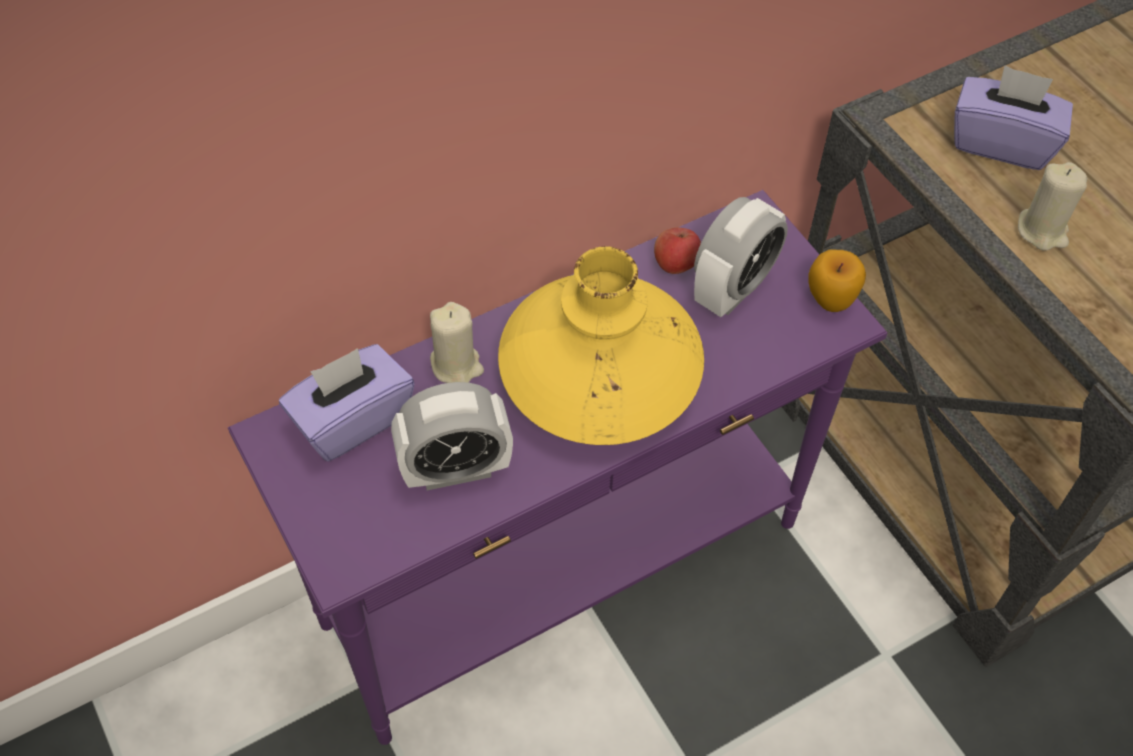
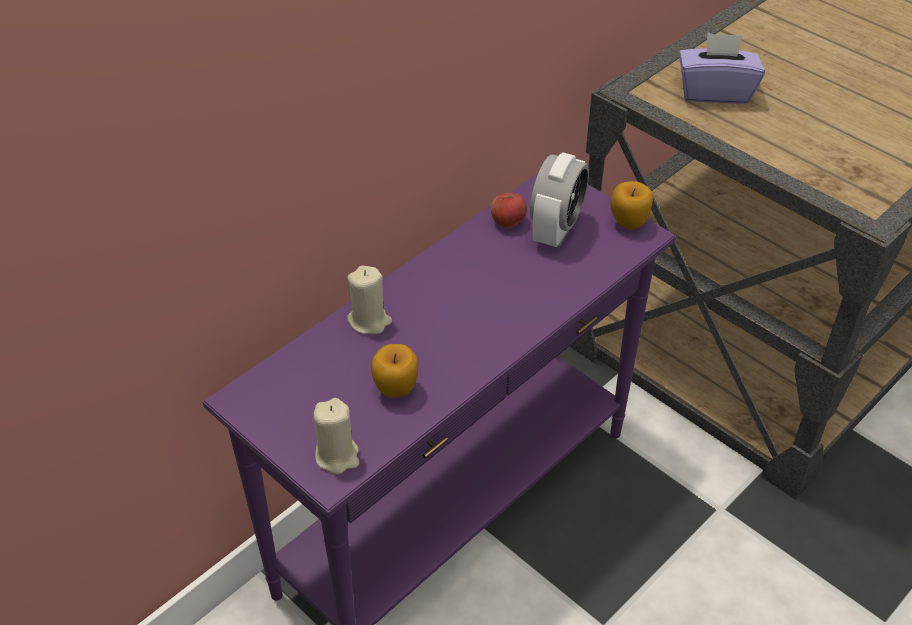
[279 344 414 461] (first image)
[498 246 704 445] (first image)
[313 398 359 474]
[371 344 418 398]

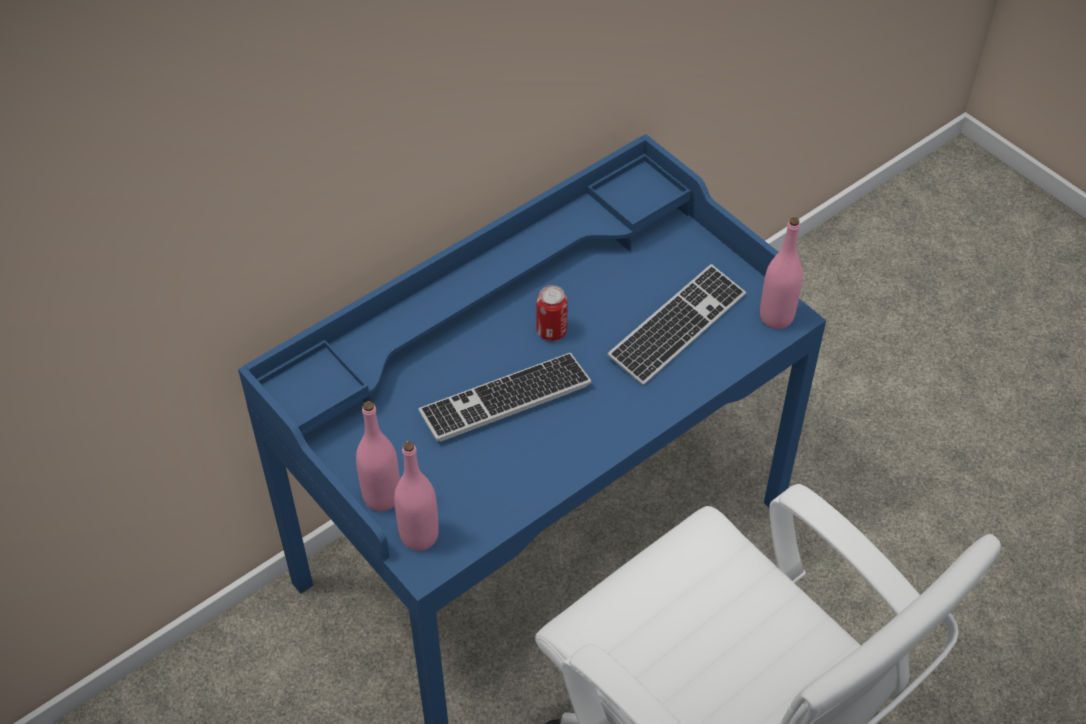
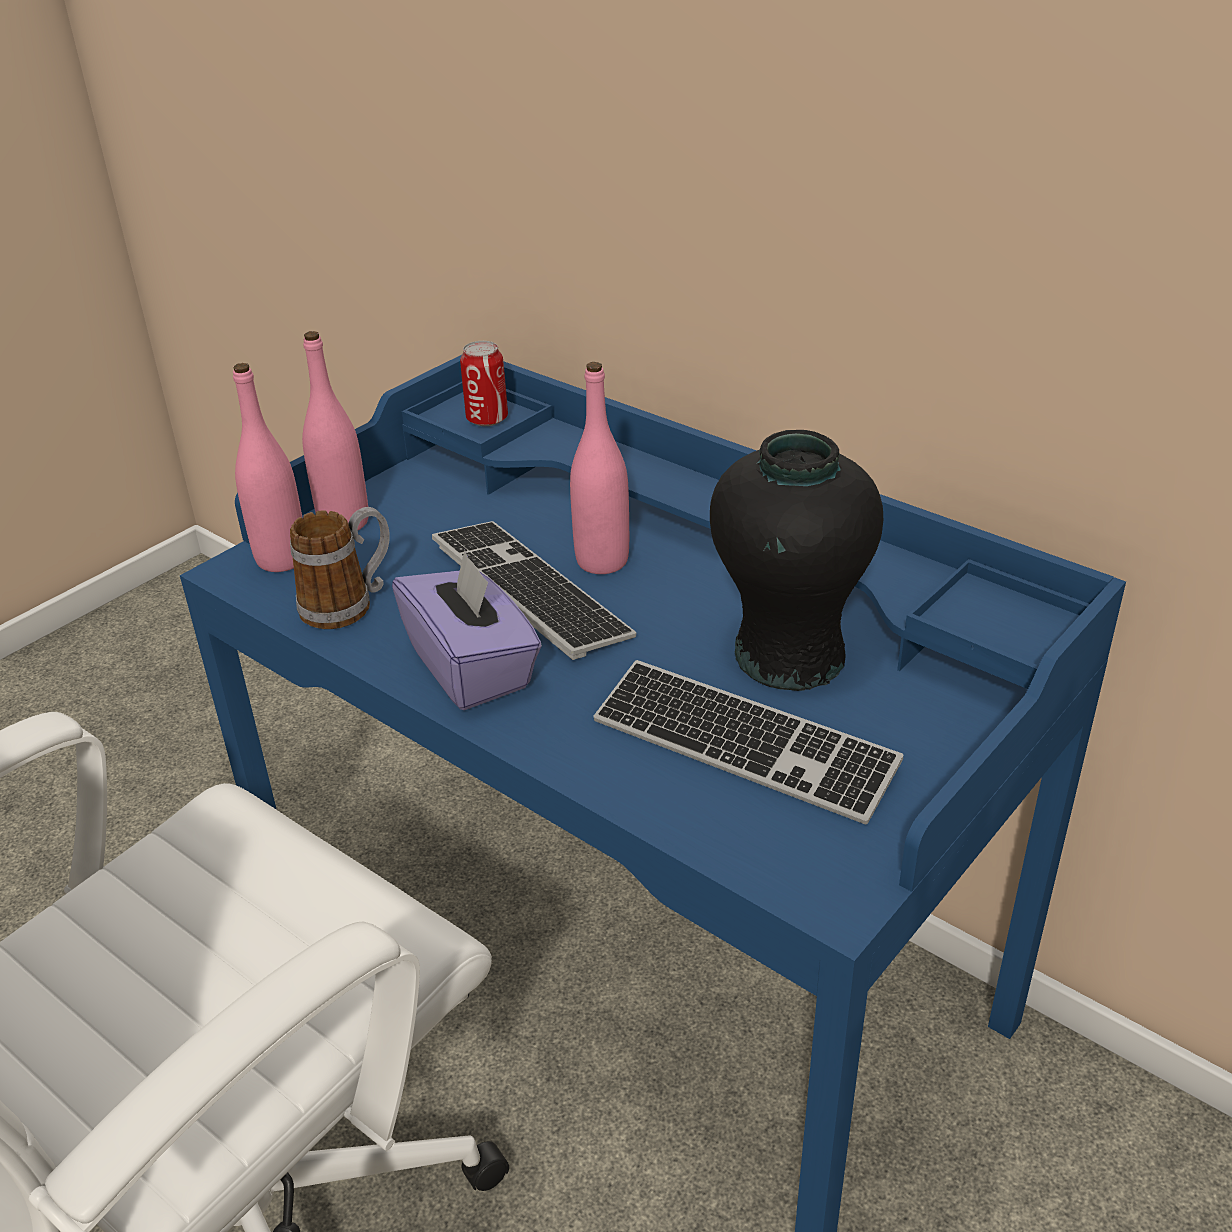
[290 507 390 629]
[392 550 542 710]
[710 430 883 691]
[460 341 508 426]
[570 362 629 574]

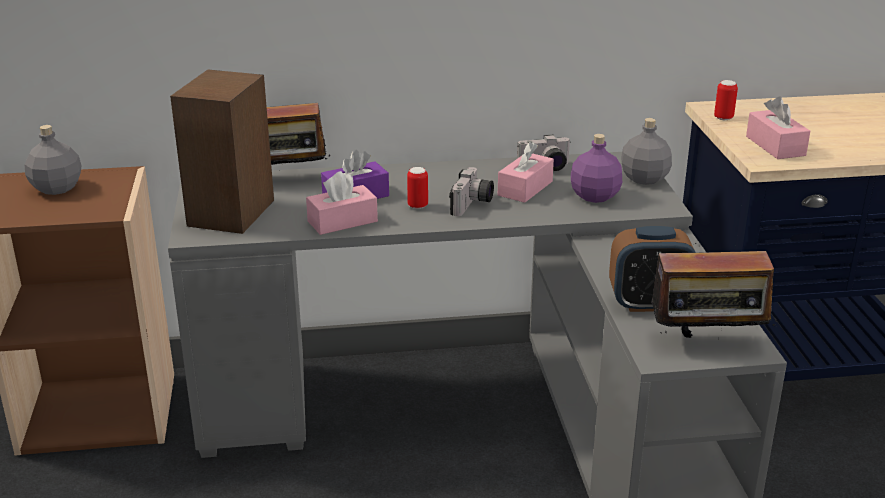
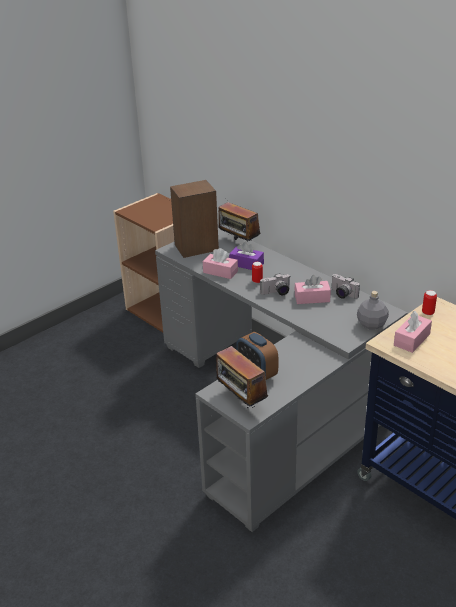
[25 125 81 195] (first image)
[571 134 622 203] (first image)

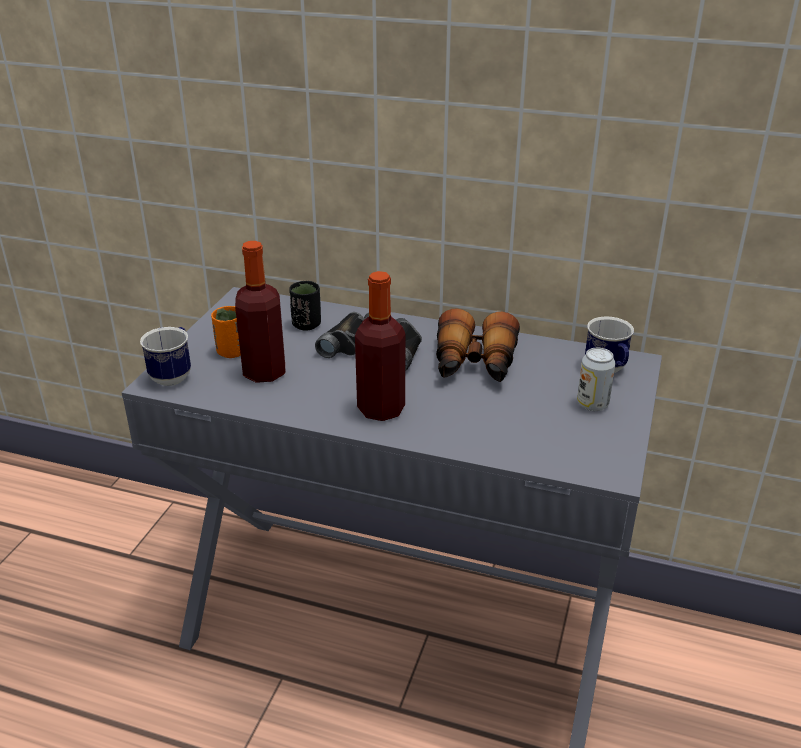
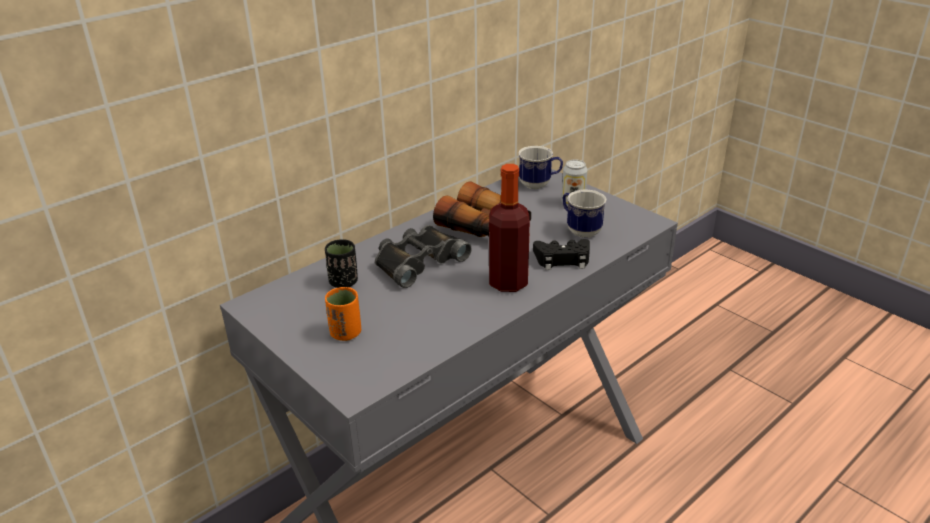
[235 241 286 383] (first image)
[533 239 590 270]
[563 189 606 238]

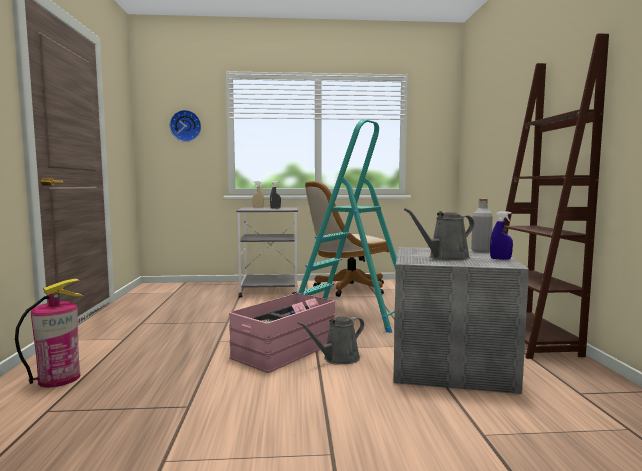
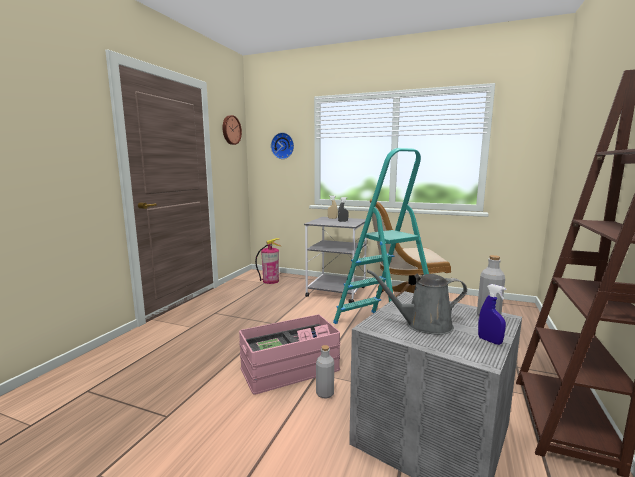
[223 115 242 145]
[255 238 281 284]
[316 345 334 398]

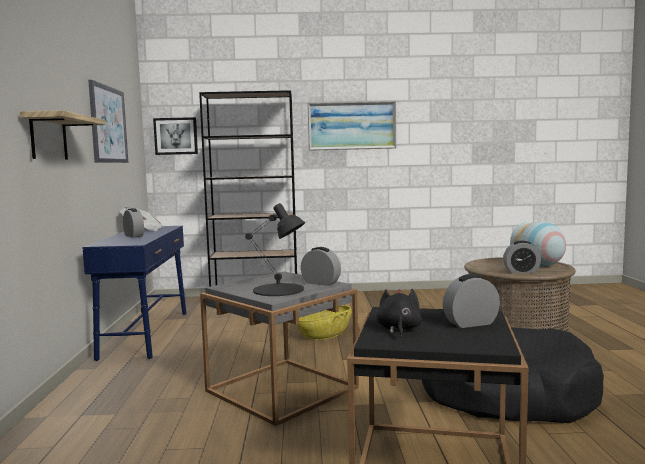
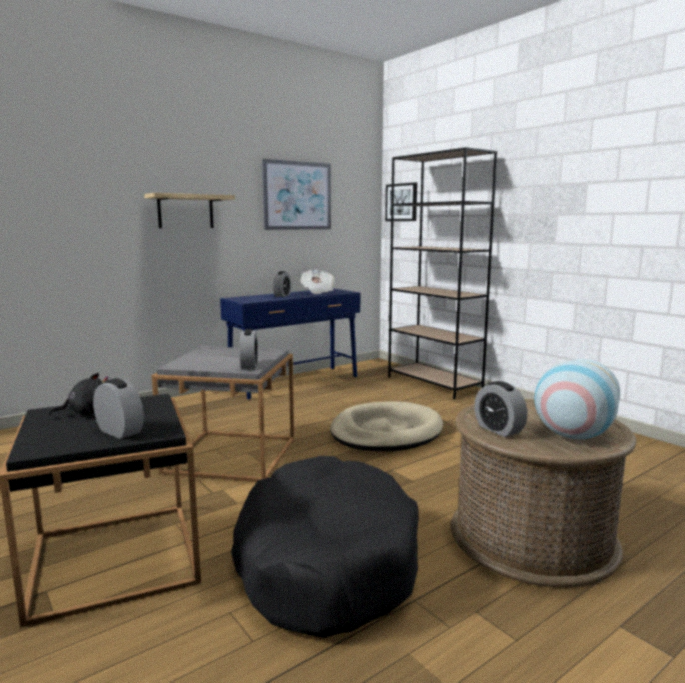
[245 203 305 296] (first image)
[308 101 396 151] (first image)
[330 401 443 451]

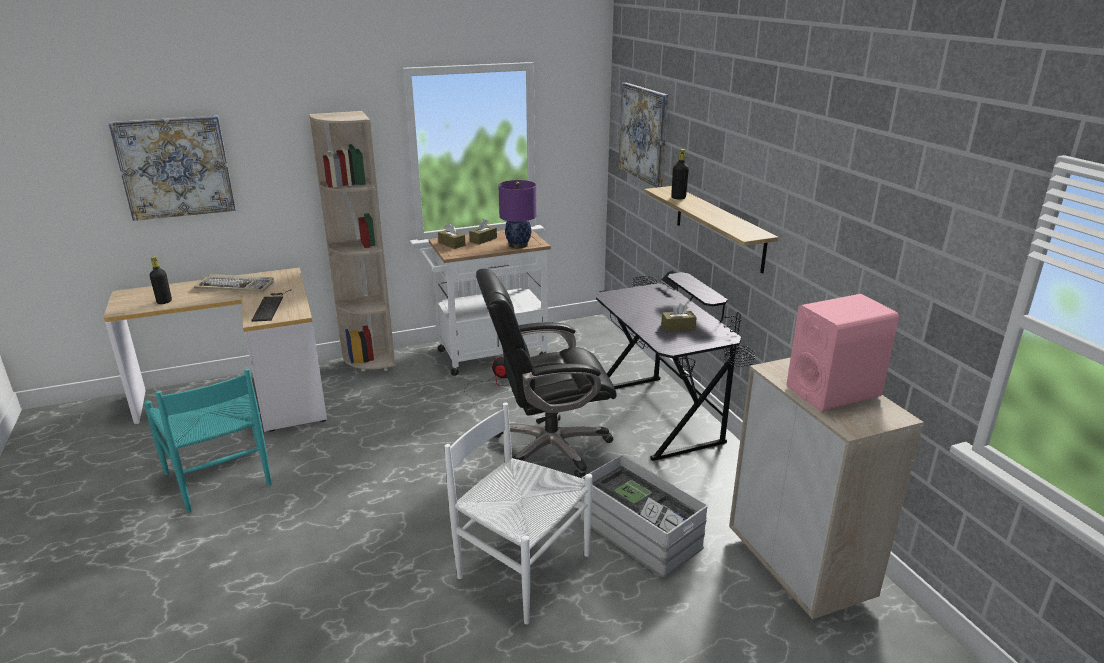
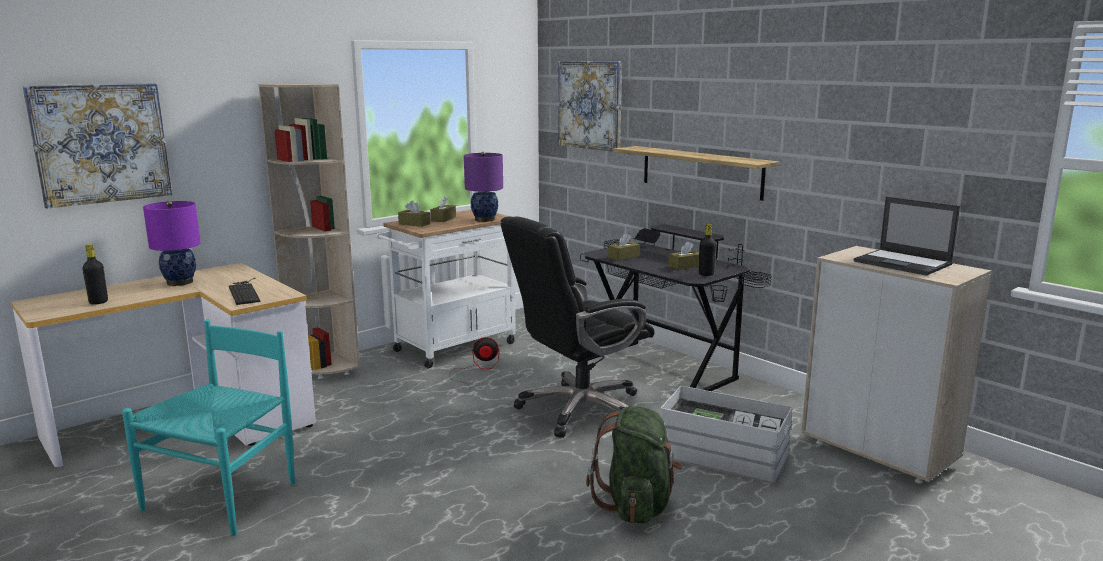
[608 233 640 261]
[699 224 716 276]
[143 201 201 286]
[586 406 683 524]
[854 197 960 276]
[122 320 295 536]

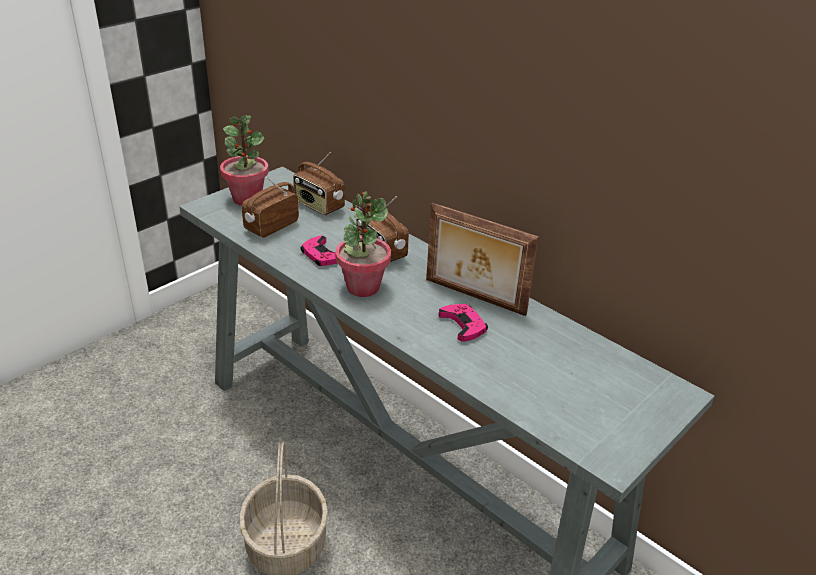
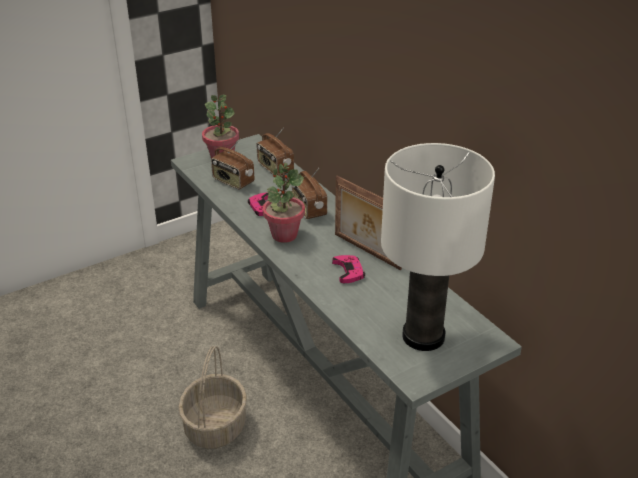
[381 143 495 351]
[211 138 254 189]

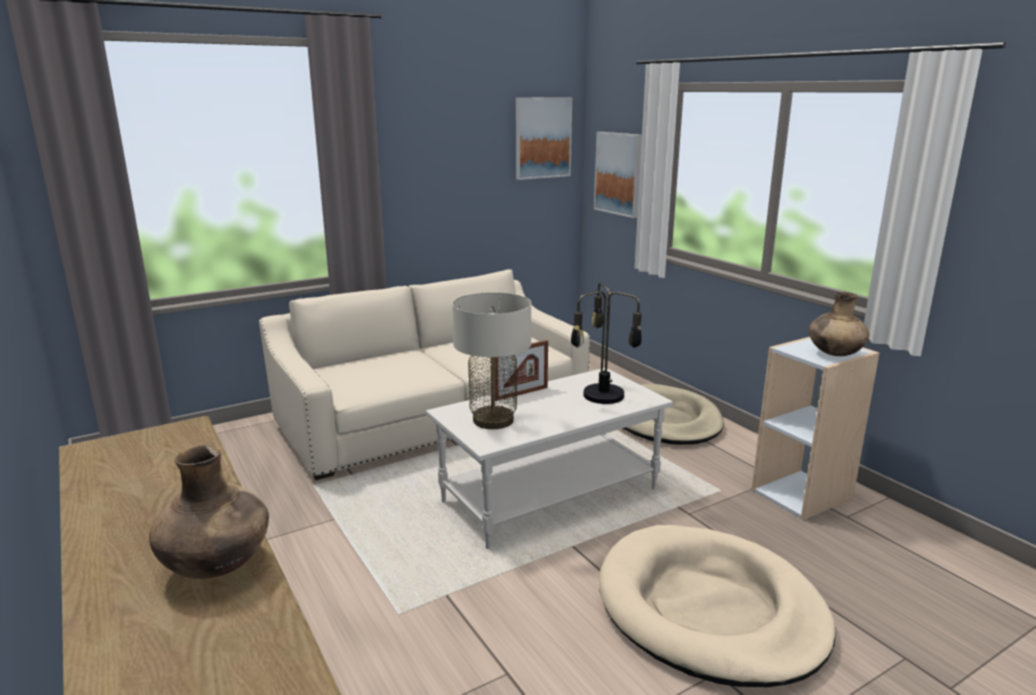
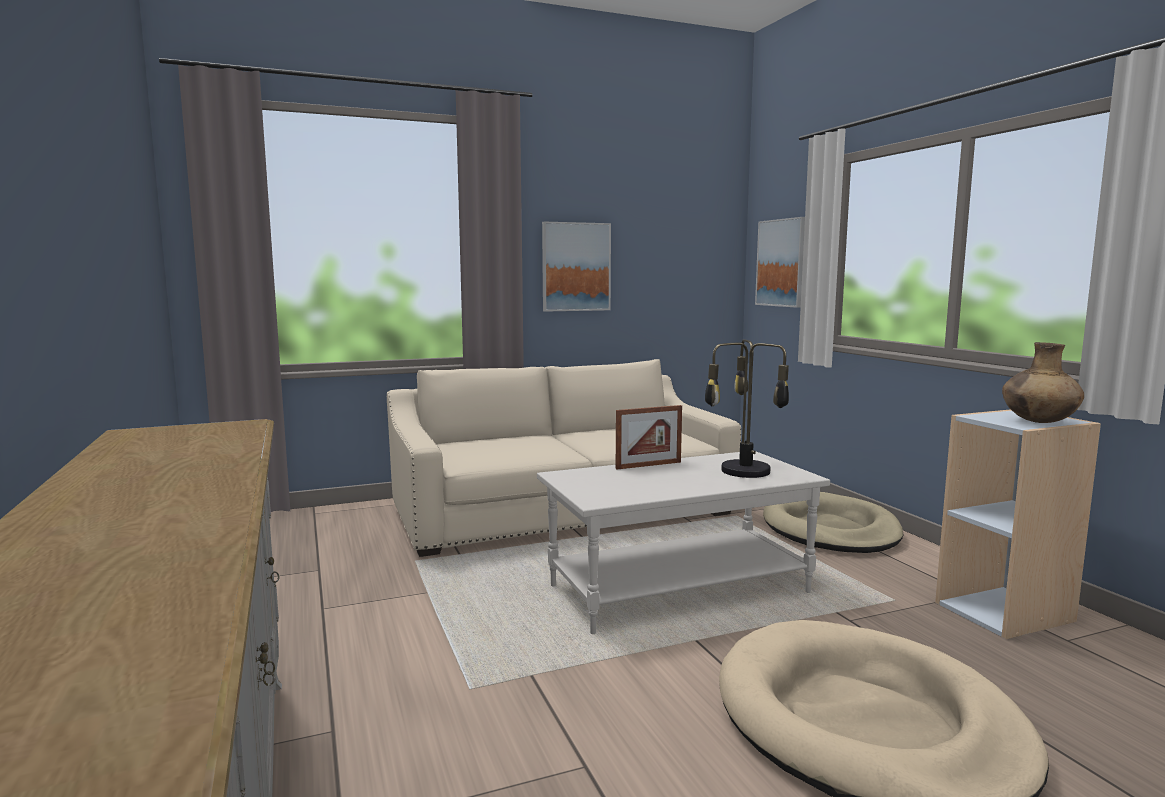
[149 445 269 579] (first image)
[452 292 531 429] (first image)
[542 222 611 312]

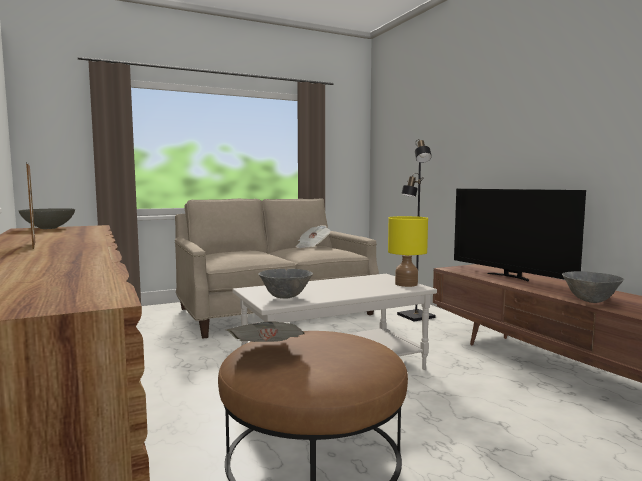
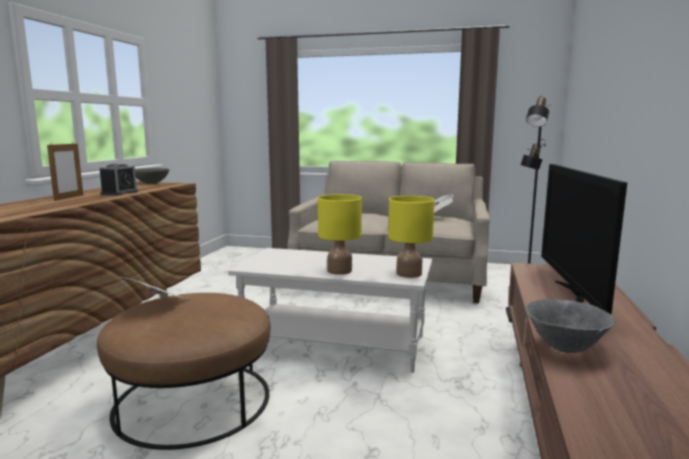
[258 269 313 299] (first image)
[99 164 138 196]
[318 194 362 275]

